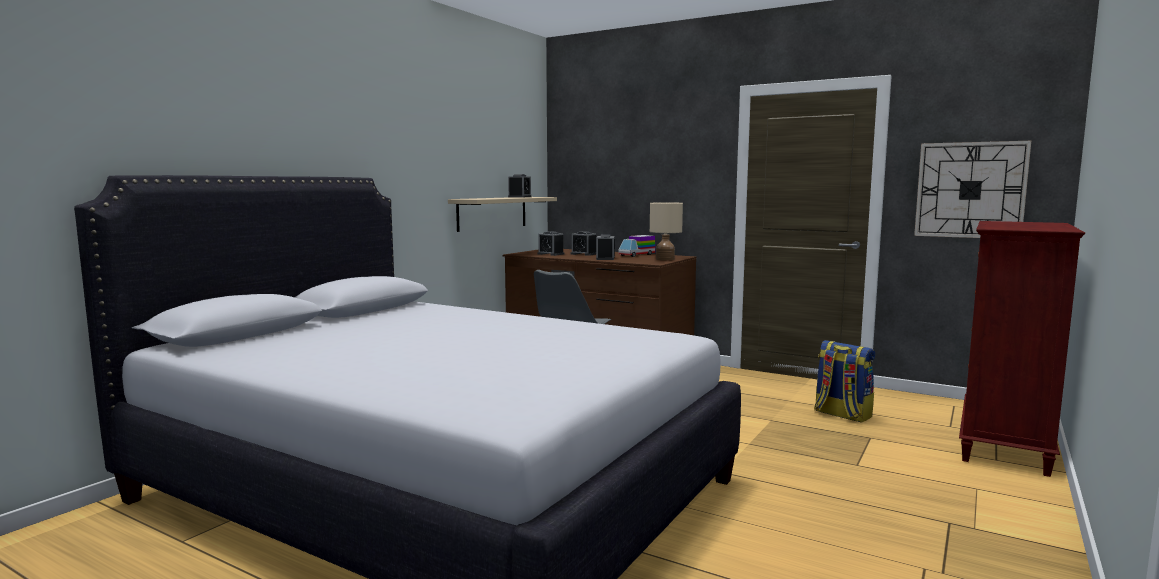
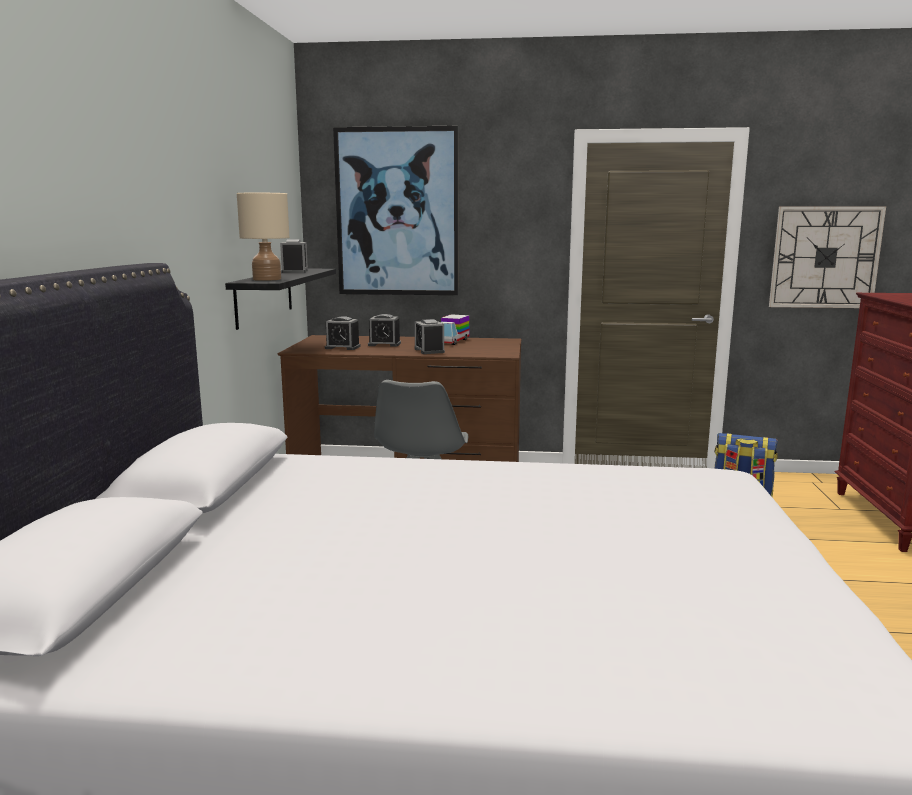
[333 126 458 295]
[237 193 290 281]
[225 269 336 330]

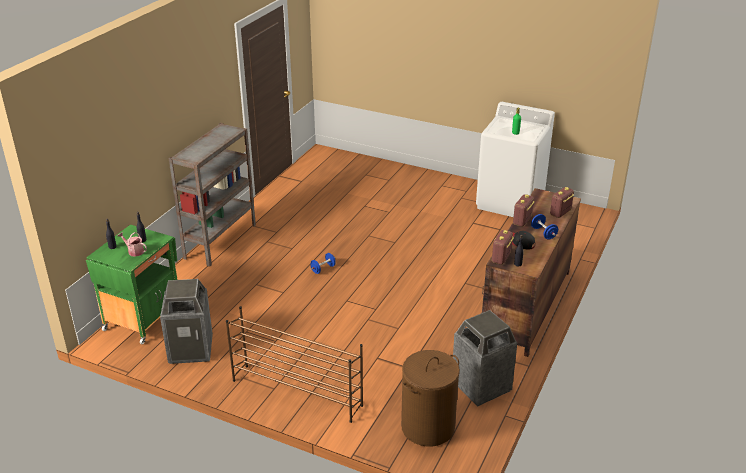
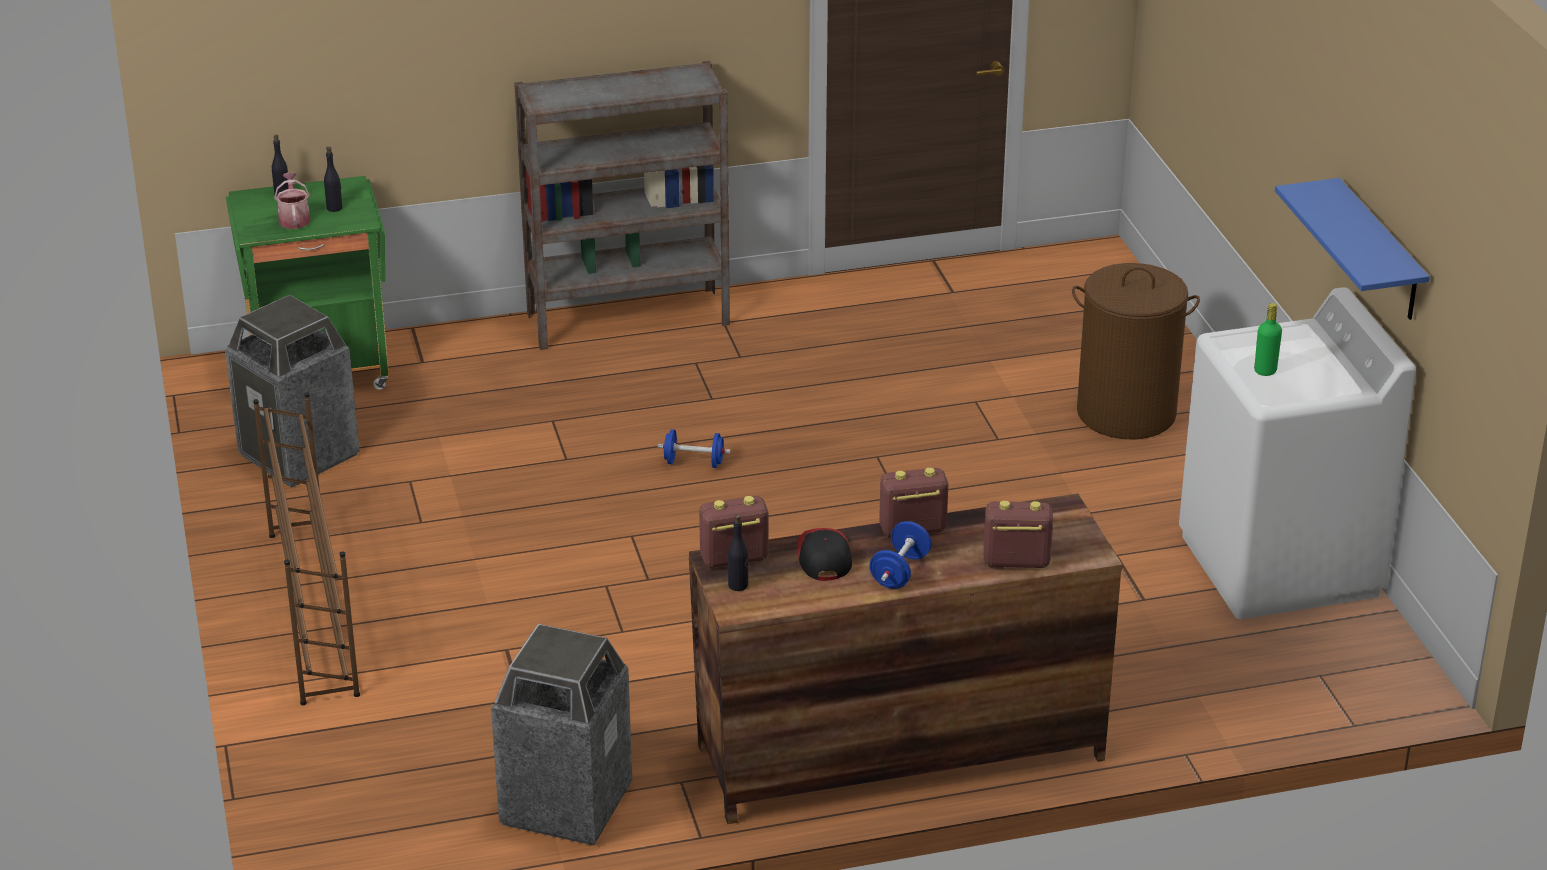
[1275 178 1430 320]
[1072 263 1200 439]

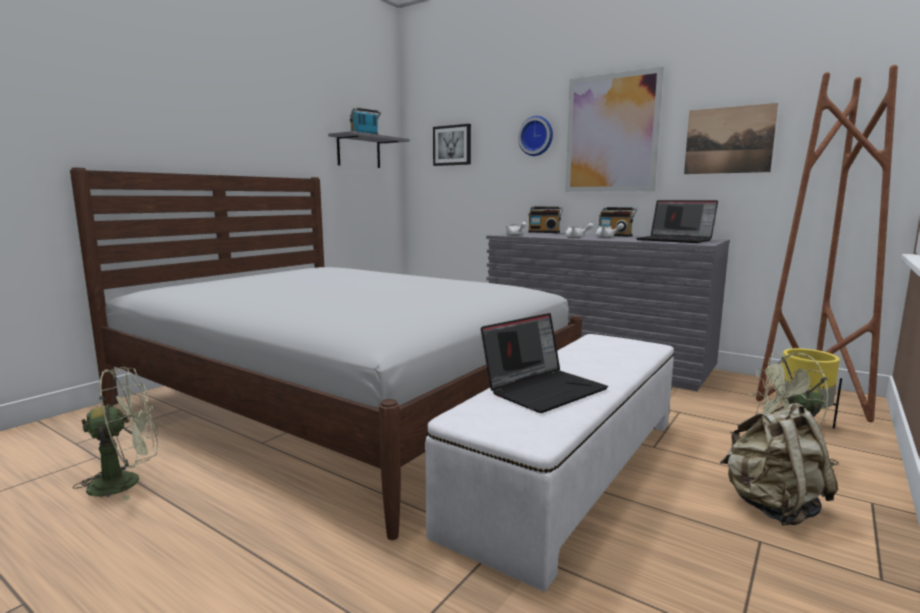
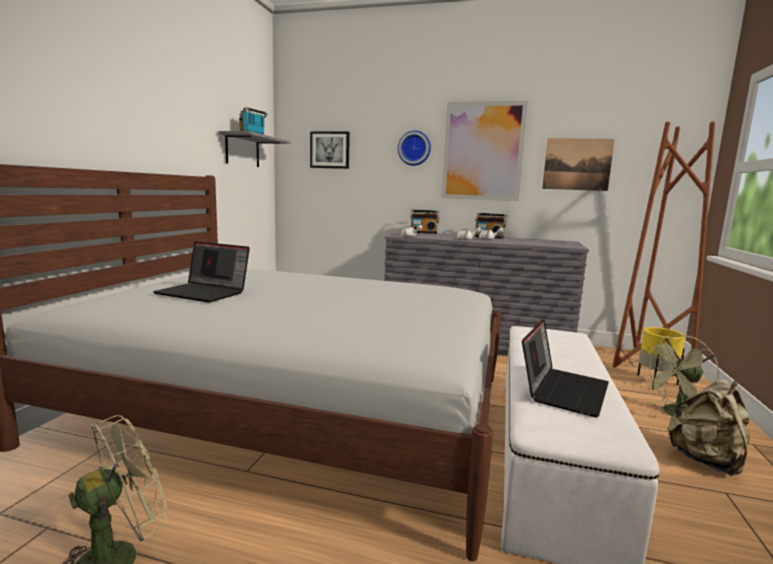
[153 241 250 303]

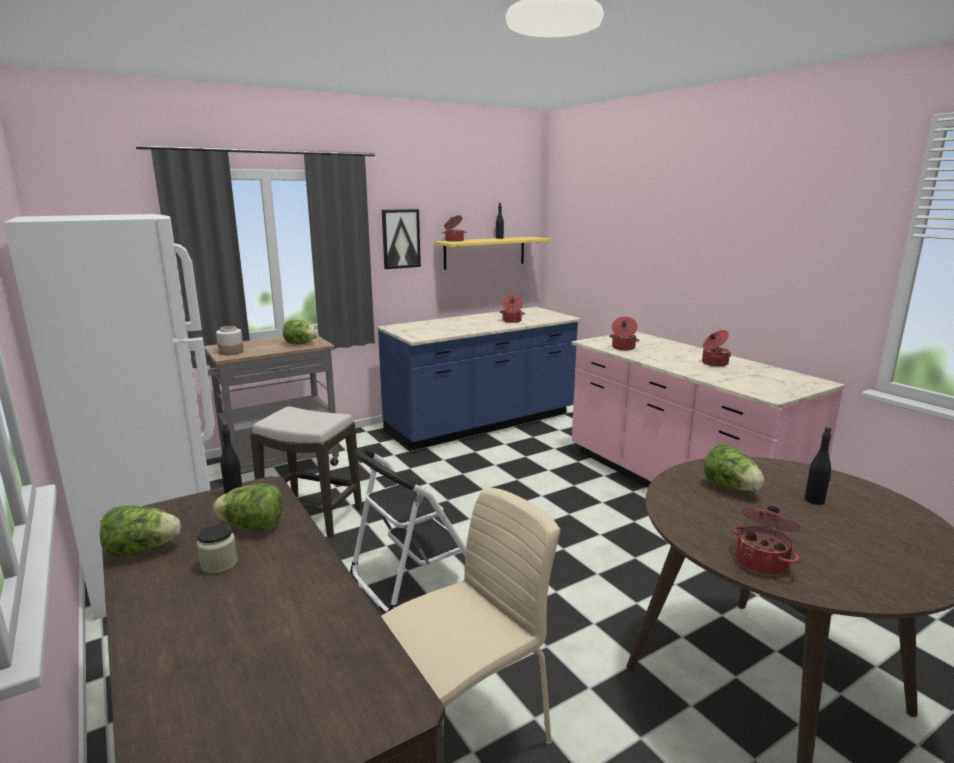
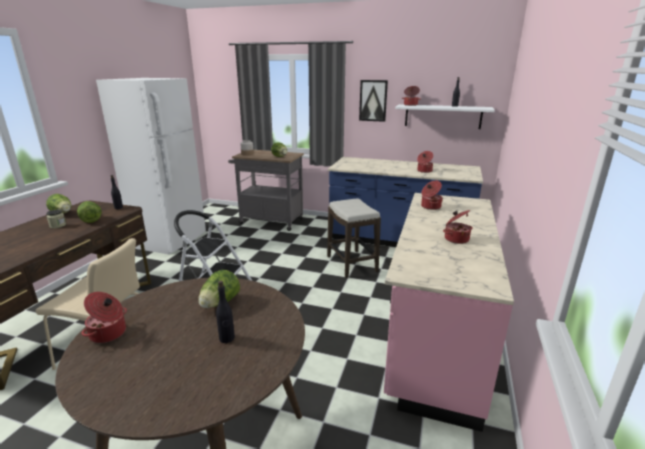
[327 198 381 278]
[395 104 495 129]

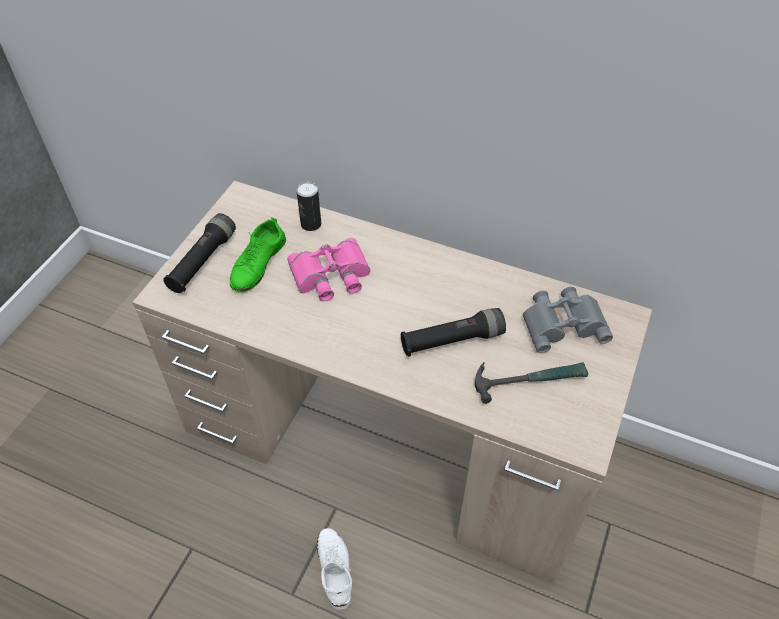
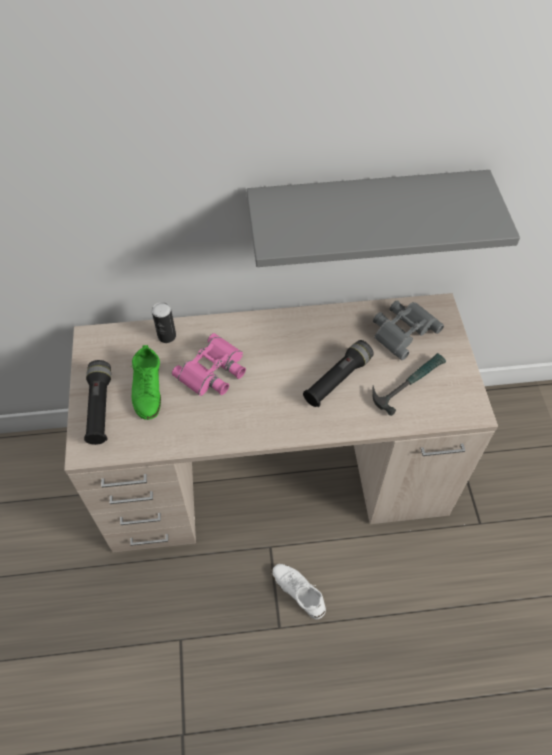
[247 170 520 267]

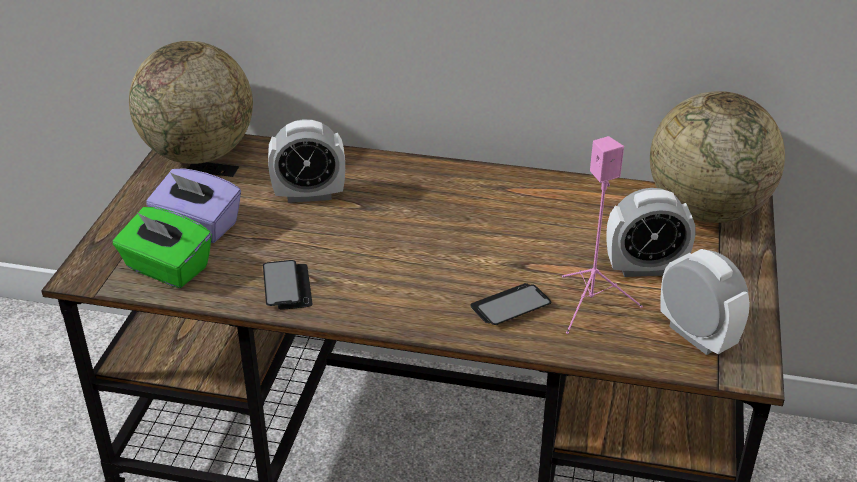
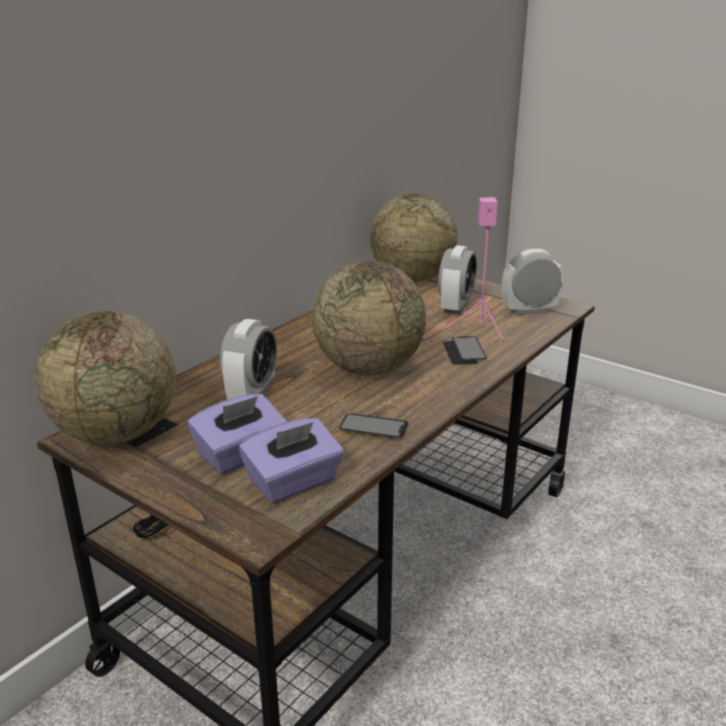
[312 261 426 375]
[239 418 344 503]

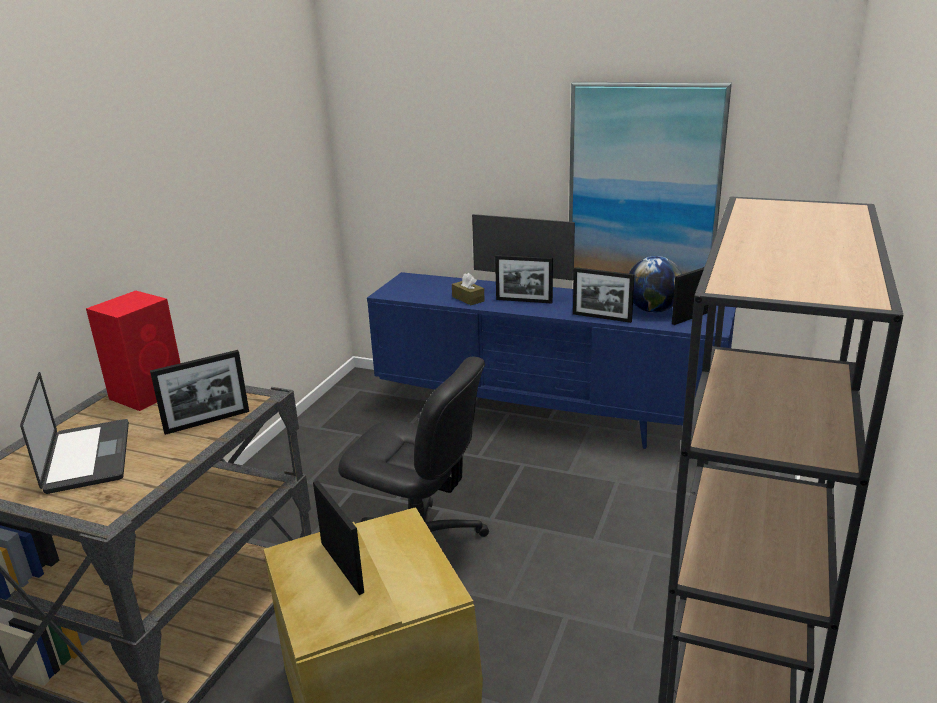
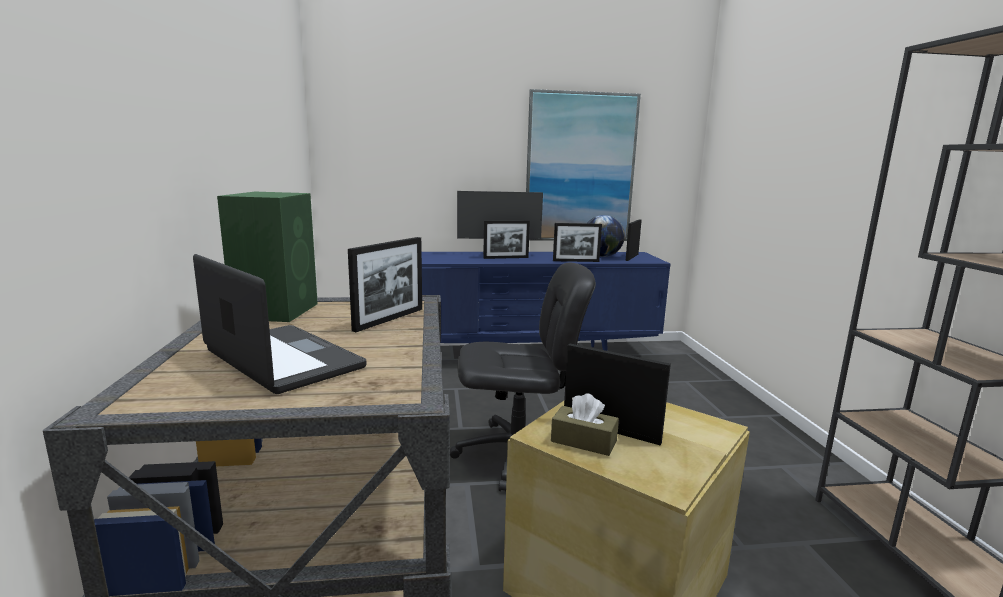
[551 393 619 456]
[217 192 318 322]

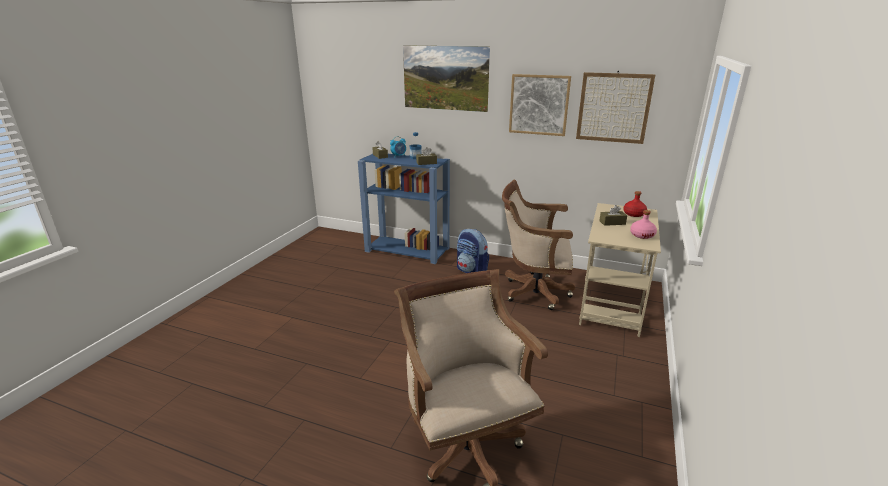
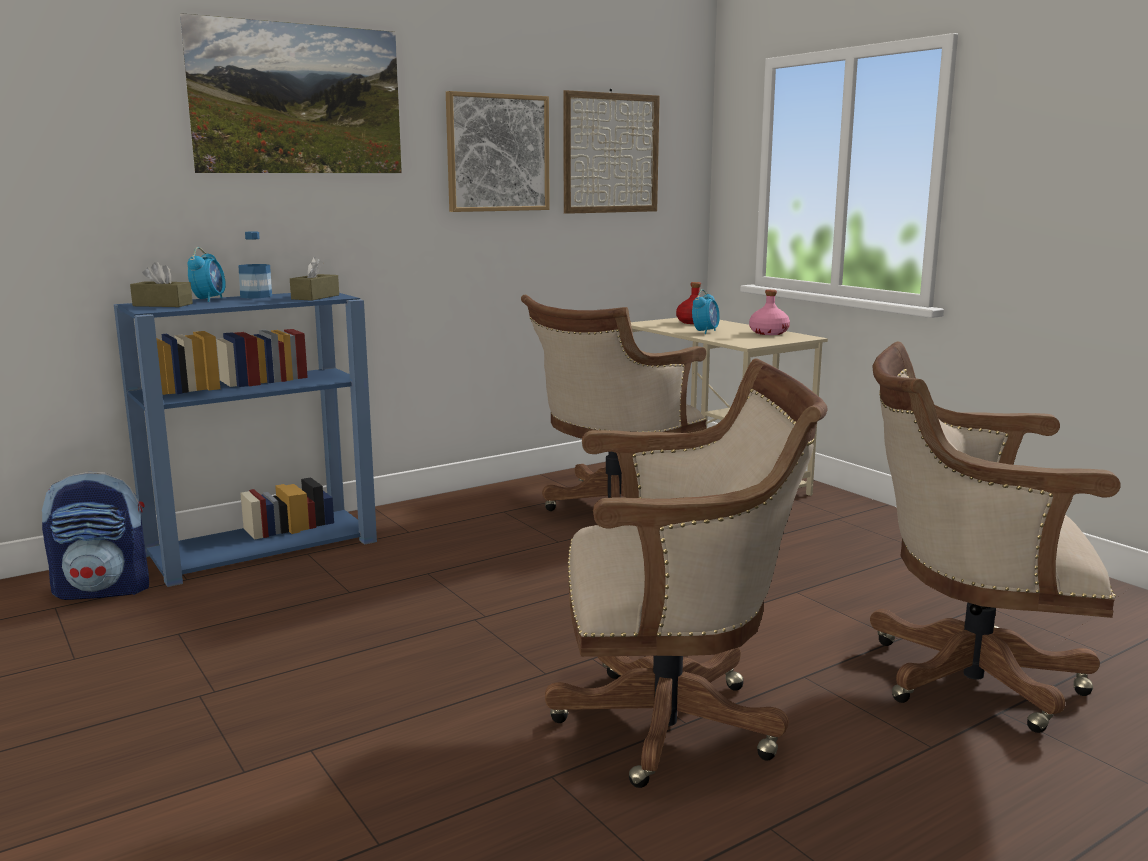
[545 358 828 788]
[42 472 149 600]
[692 289 720 334]

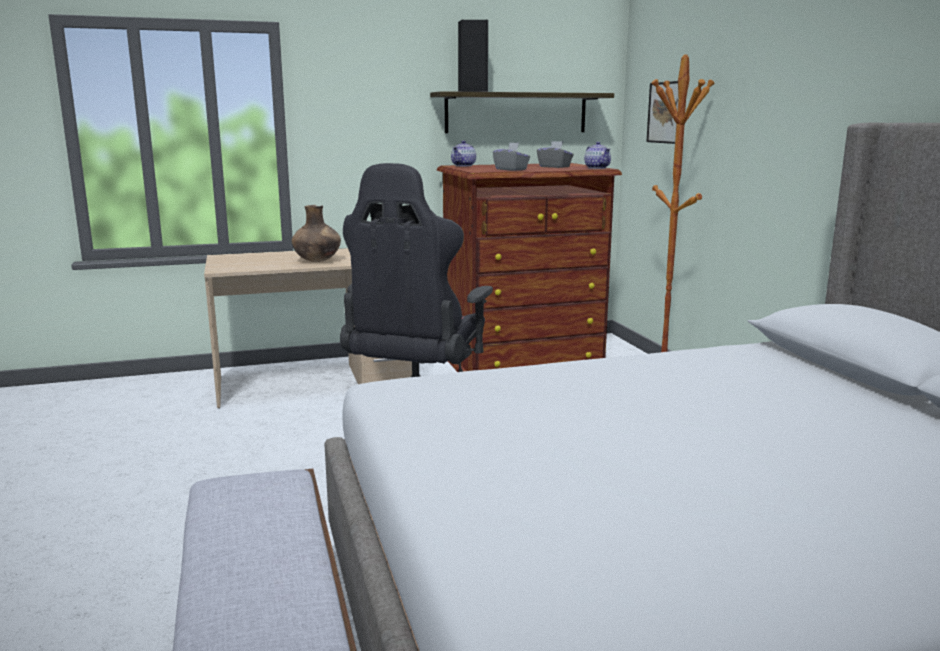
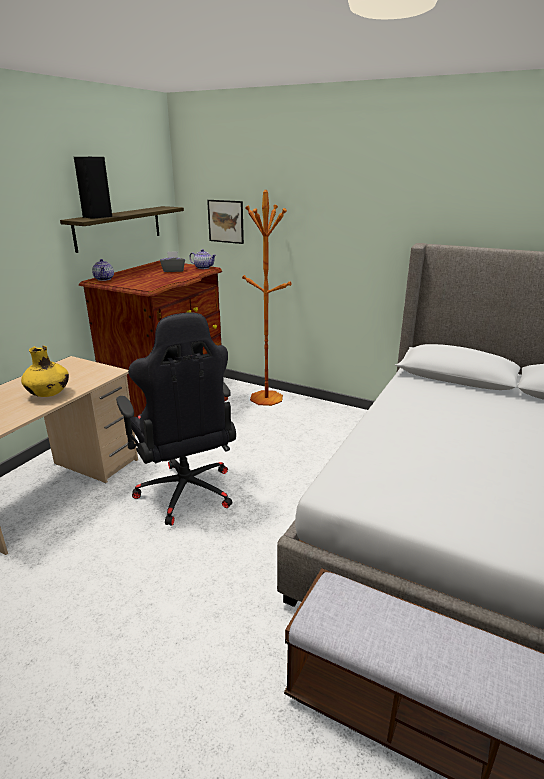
[493 143 530 171] (first image)
[21 346 69 397]

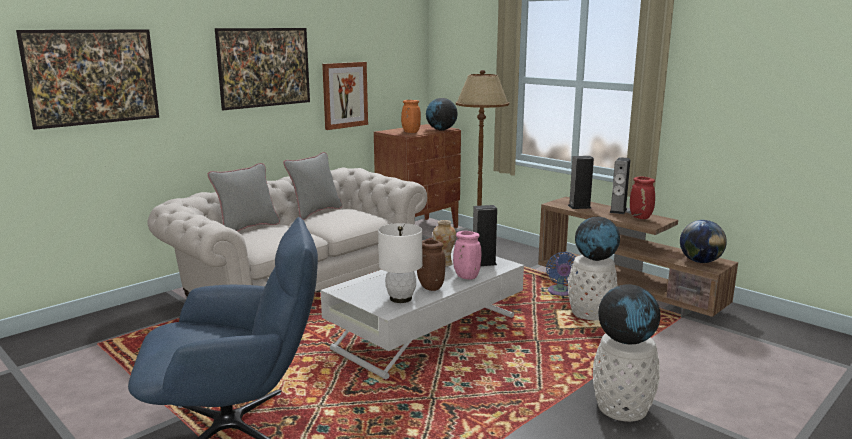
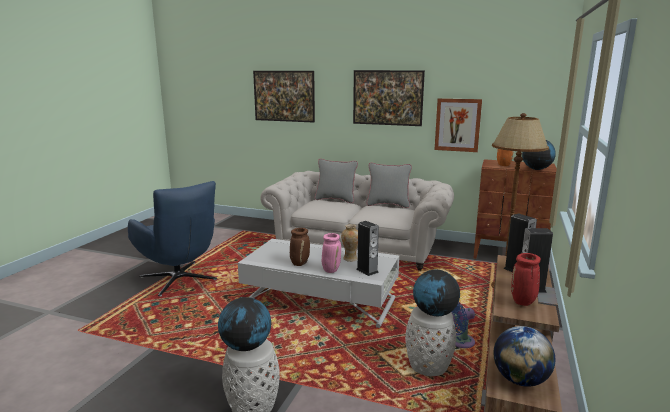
[378 223 422 303] (first image)

